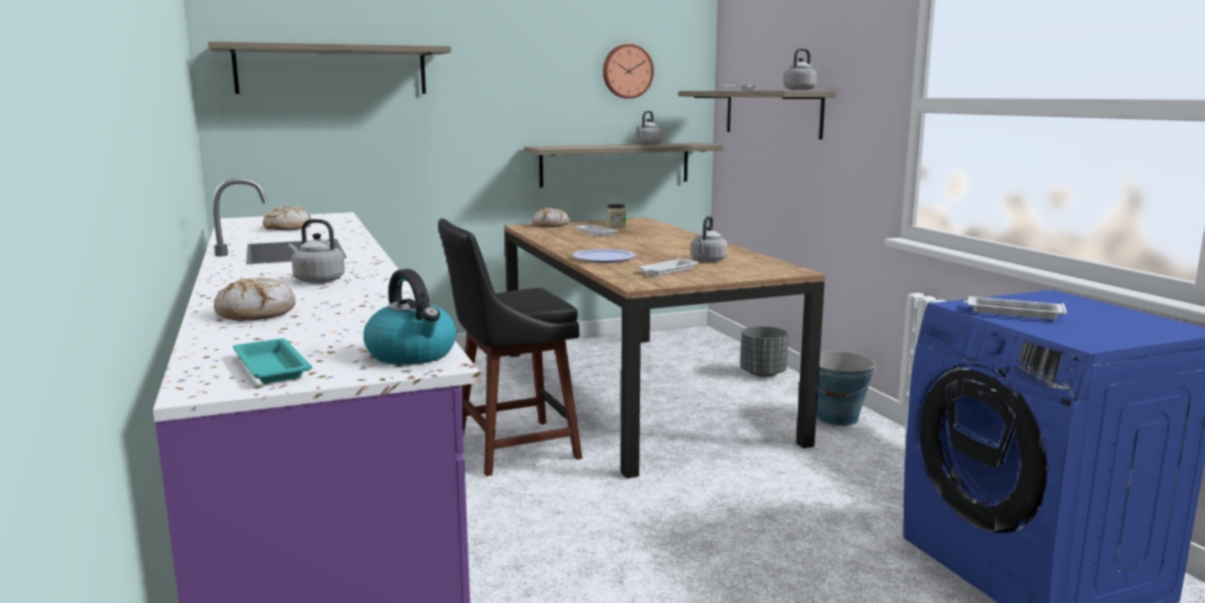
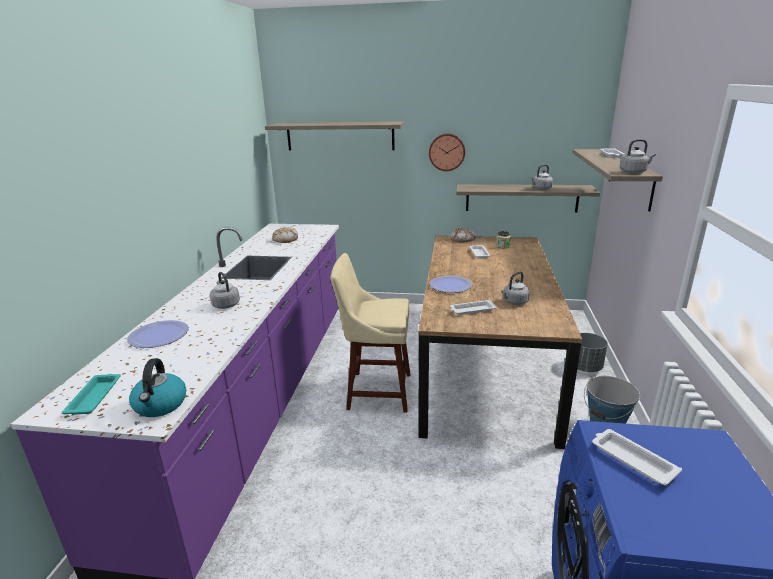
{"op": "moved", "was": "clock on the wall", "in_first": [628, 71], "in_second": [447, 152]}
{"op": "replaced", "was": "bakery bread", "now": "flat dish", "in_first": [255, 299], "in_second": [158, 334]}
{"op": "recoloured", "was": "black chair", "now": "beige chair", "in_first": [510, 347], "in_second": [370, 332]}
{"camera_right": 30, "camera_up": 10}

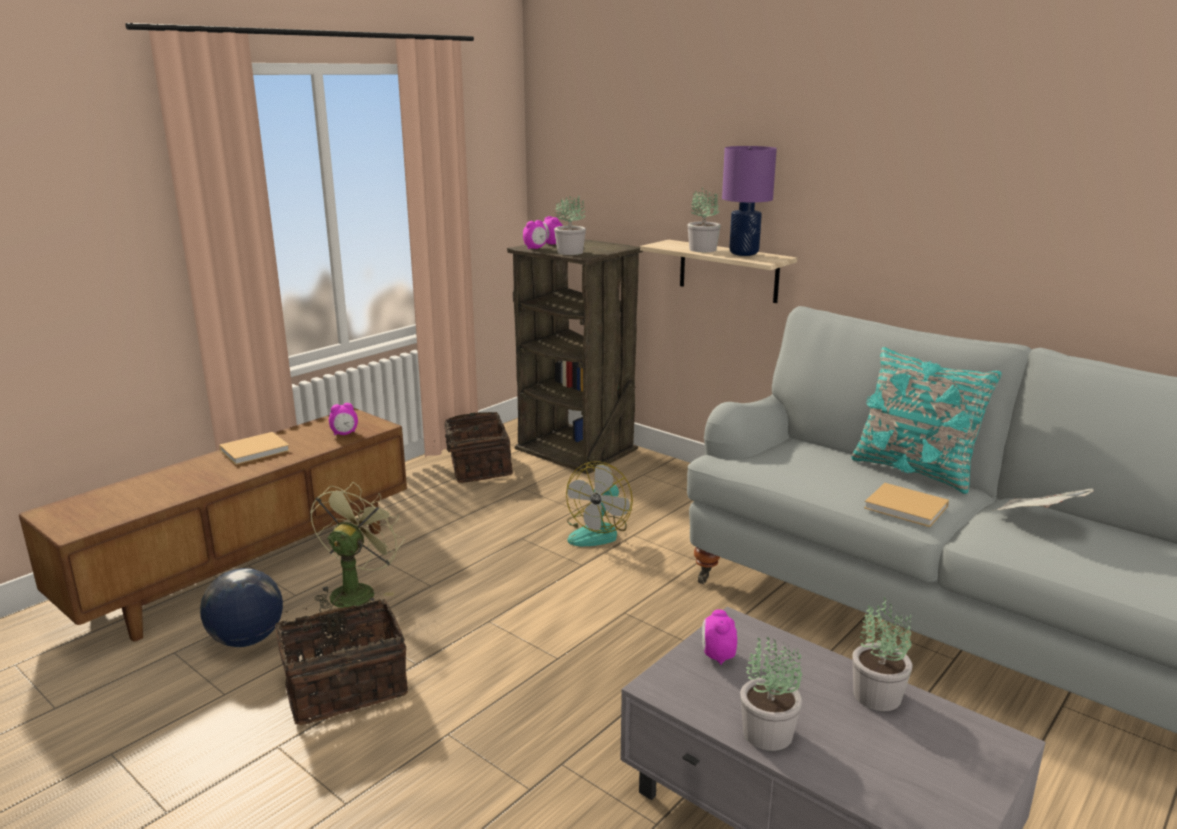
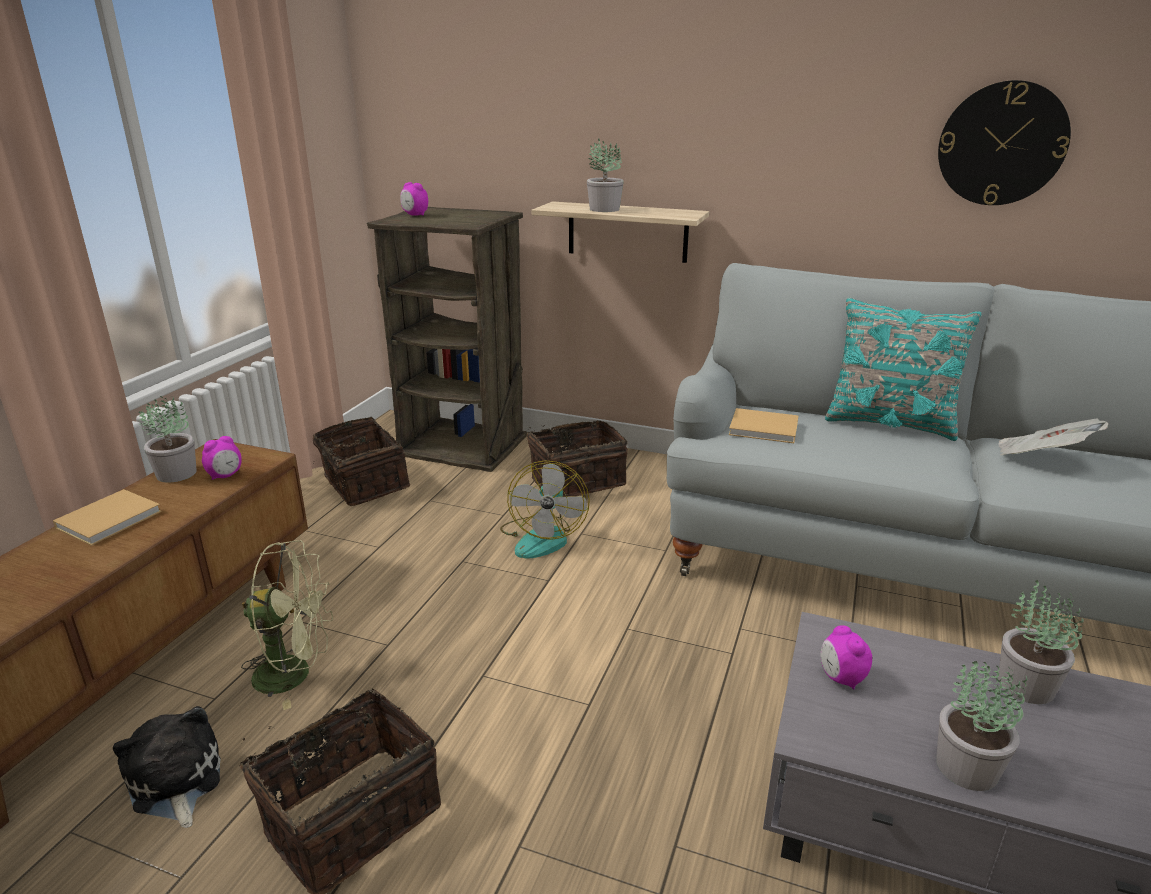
{"op": "removed", "was": "table clock", "in_first": [535, 234]}
{"op": "removed", "was": "purple-coloured tabletop lamp", "in_first": [749, 201]}
{"op": "added", "now": "household basket", "in_second": [577, 458]}
{"op": "added", "now": "clock on the wall", "in_second": [1004, 142]}
{"op": "moved", "was": "plant in a pot", "in_first": [570, 225], "in_second": [168, 439]}
{"op": "moved", "was": "beige bound book", "in_first": [906, 505], "in_second": [764, 425]}
{"op": "replaced", "was": "desk globe", "now": "soft toy", "in_first": [241, 607], "in_second": [167, 767]}
{"op": "turned", "was": "green-coloured fan", "in_first": [357, 547], "in_second": [287, 625], "clockwise": 90}
{"camera_right": -20, "camera_up": 5}

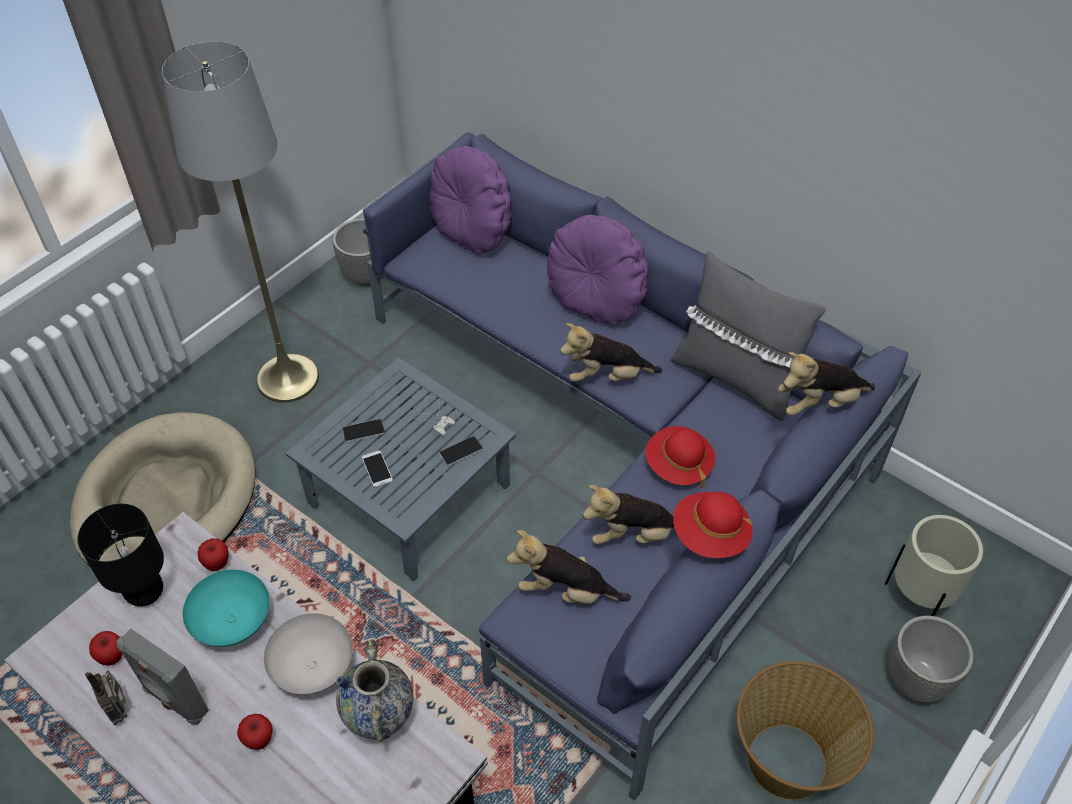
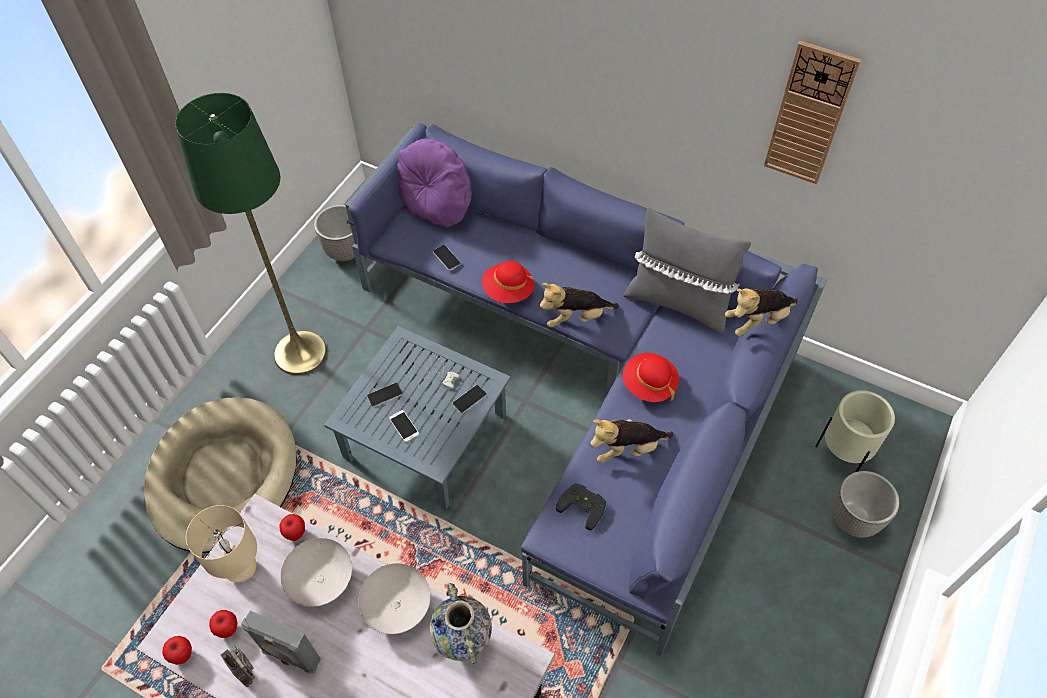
{"op": "removed", "was": "purple-coloured cushion", "in_first": [598, 270]}
{"op": "removed", "was": "household basket", "in_first": [805, 730]}
{"op": "added", "now": "telephone", "in_second": [447, 258]}
{"op": "added", "now": "clock on the wall", "in_second": [812, 112]}
{"op": "moved", "was": "apple", "in_first": [255, 732], "in_second": [177, 650]}
{"op": "moved", "was": "red-coloured clothing hat", "in_first": [713, 525], "in_second": [508, 282]}
{"op": "replaced", "was": "soft toy", "now": "black joypad", "in_first": [569, 567], "in_second": [581, 507]}
{"op": "recoloured", "was": "black tabletop lamp", "now": "beige tabletop lamp", "in_first": [120, 555], "in_second": [221, 544]}
{"op": "recoloured", "was": "greyish standing lamp", "now": "green-coloured standing lamp", "in_first": [240, 222], "in_second": [251, 234]}
{"op": "recoloured", "was": "turquoise-coloured serving bowl", "now": "white serving bowl", "in_first": [226, 608], "in_second": [316, 572]}
{"camera_right": -10, "camera_up": 5}

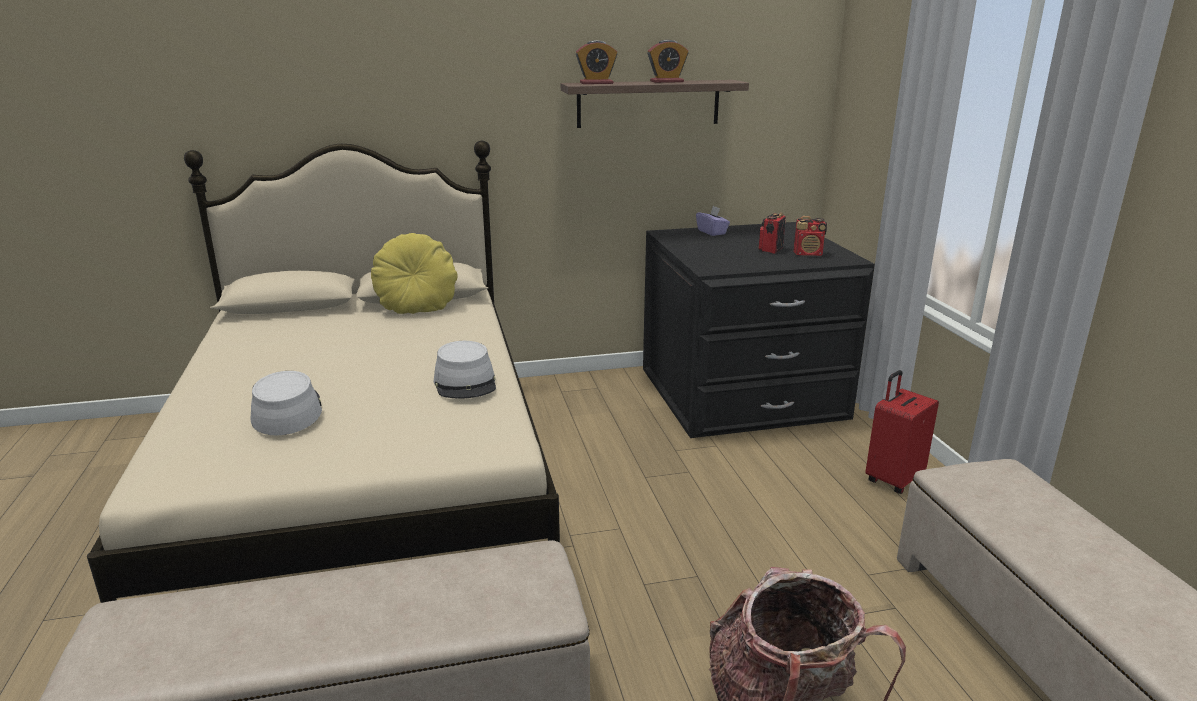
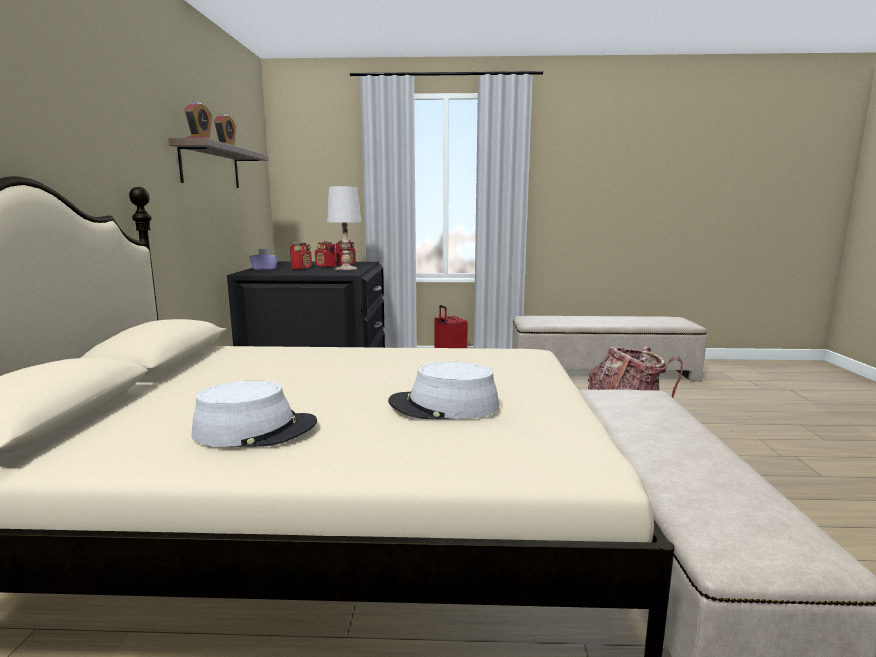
{"op": "removed", "was": "yellowish cushion", "in_first": [414, 273]}
{"op": "added", "now": "radio", "in_second": [301, 255]}
{"op": "added", "now": "white tabletop lamp", "in_second": [344, 228]}
{"op": "moved", "was": "greyish clothing hat", "in_first": [464, 370], "in_second": [254, 413]}
{"camera_right": -75, "camera_up": -10}

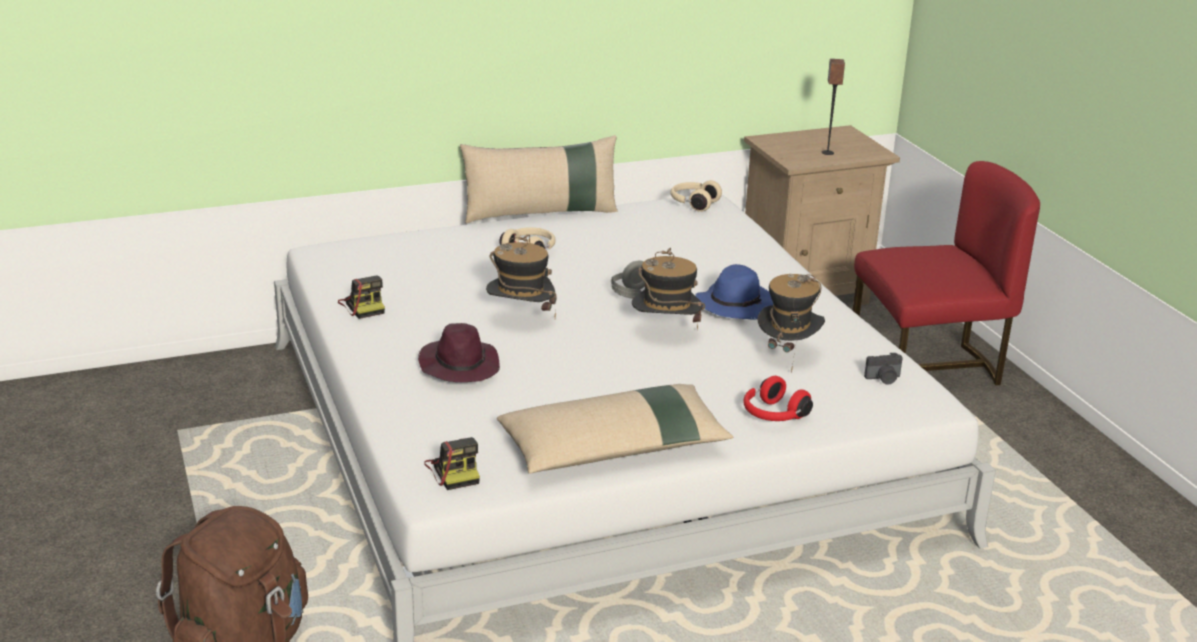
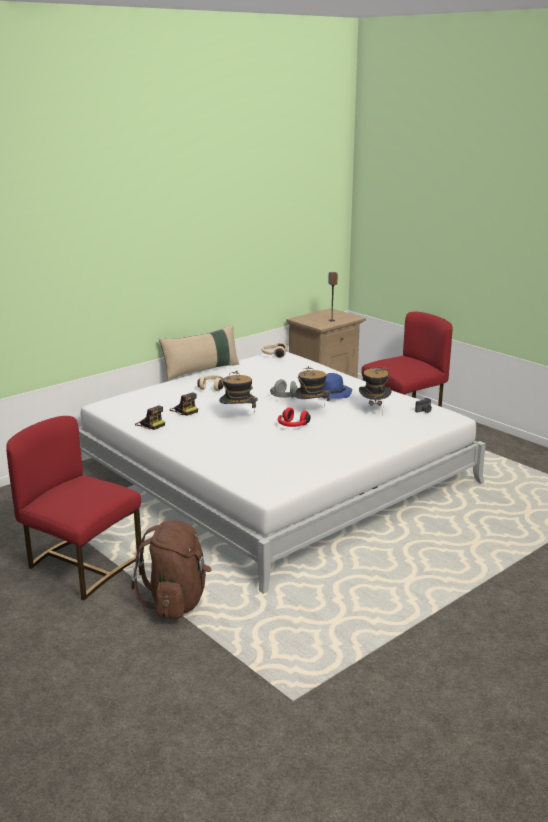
{"op": "removed", "was": "purple-coloured clothing hat", "in_first": [459, 352]}
{"op": "removed", "was": "beige cushion", "in_first": [615, 429]}
{"op": "added", "now": "red-coloured chair", "in_second": [73, 508]}
{"op": "moved", "was": "still camera", "in_first": [452, 463], "in_second": [184, 404]}
{"op": "moved", "was": "red-coloured pair of headphones", "in_first": [778, 398], "in_second": [294, 417]}
{"camera_right": -20, "camera_up": -5}

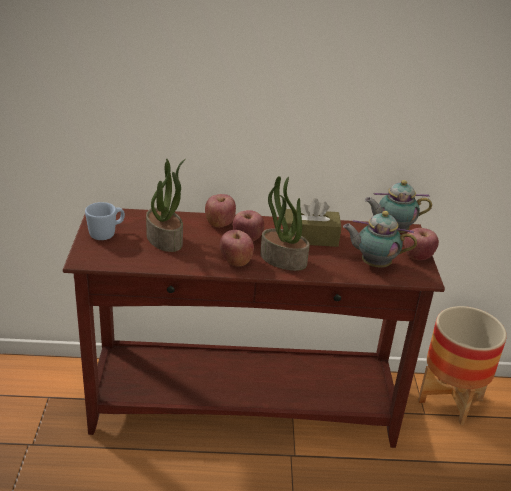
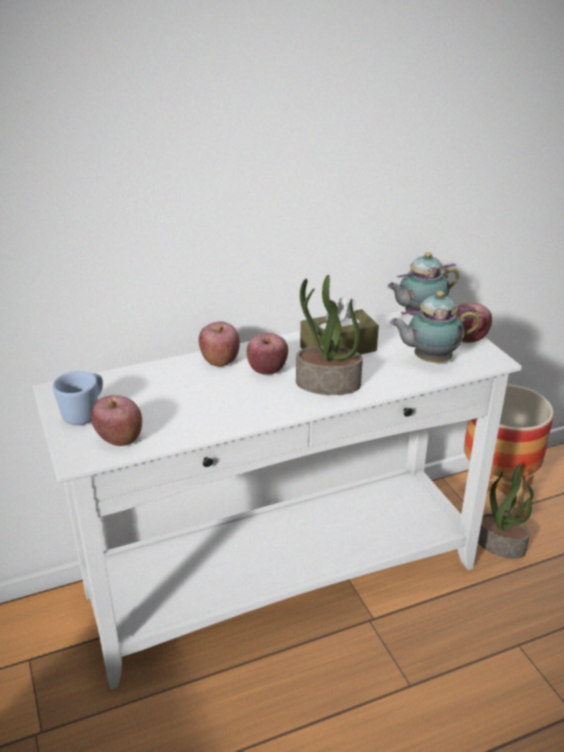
{"op": "moved", "was": "plant in a pot", "in_first": [166, 205], "in_second": [506, 511]}
{"op": "moved", "was": "apple", "in_first": [237, 248], "in_second": [116, 420]}
{"op": "recoloured", "was": "brownish narrow table", "now": "white narrow table", "in_first": [254, 328], "in_second": [277, 499]}
{"camera_right": -20, "camera_up": 0}

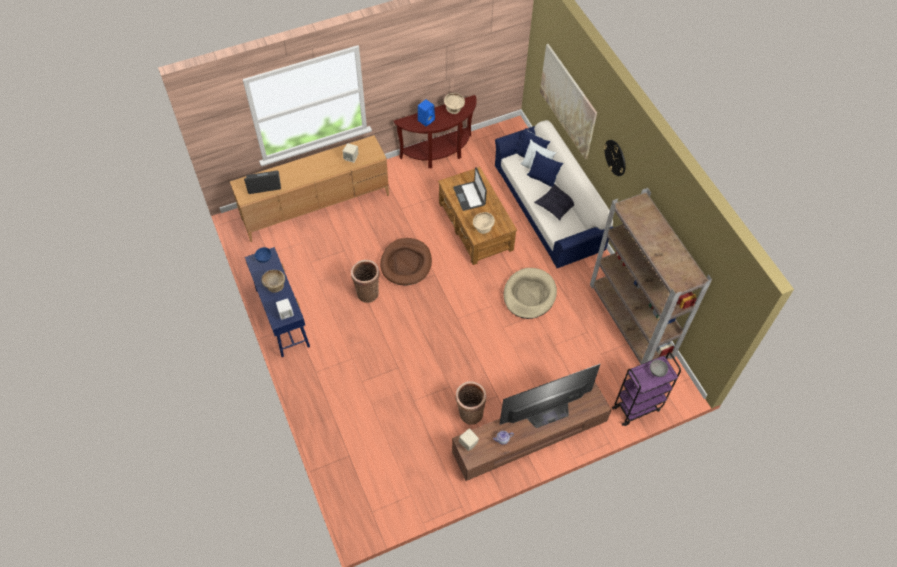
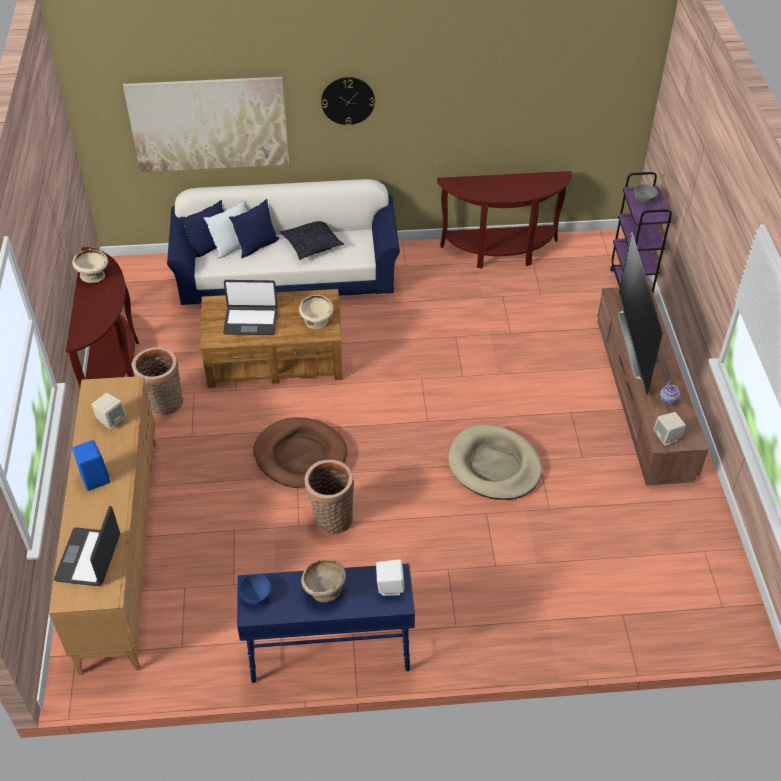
{"op": "moved", "was": "blue audio speaker", "in_first": [426, 112], "in_second": [91, 465]}
{"op": "moved", "was": "household basket", "in_first": [471, 403], "in_second": [157, 381]}
{"op": "moved", "was": "beige pet bed", "in_first": [530, 293], "in_second": [495, 462]}
{"op": "replaced", "was": "brownish bookshelf", "now": "brownish narrow table", "in_first": [651, 276], "in_second": [504, 220]}
{"camera_right": -70, "camera_up": -10}

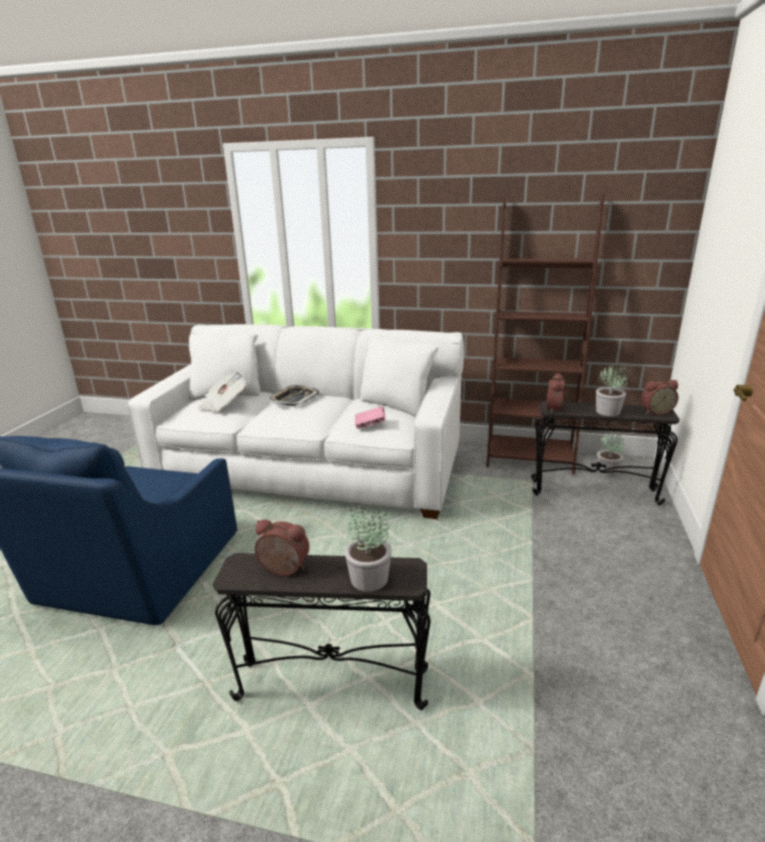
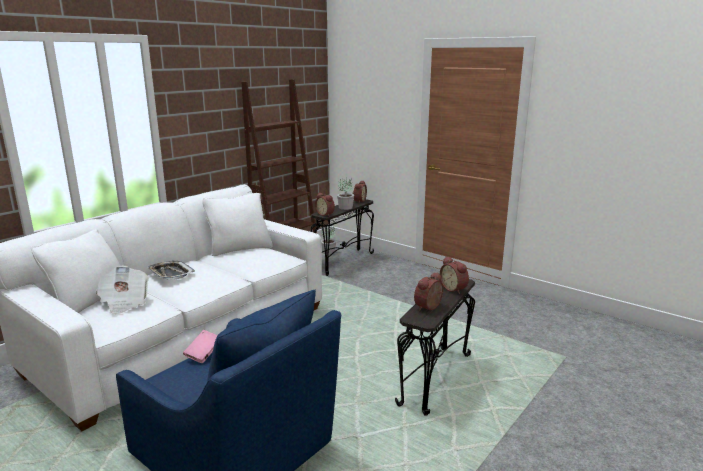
{"op": "moved", "was": "pink-coloured bound book", "in_first": [370, 417], "in_second": [200, 346]}
{"op": "replaced", "was": "plant in a pot", "now": "table clock", "in_first": [368, 549], "in_second": [454, 275]}
{"camera_right": -65, "camera_up": -5}

